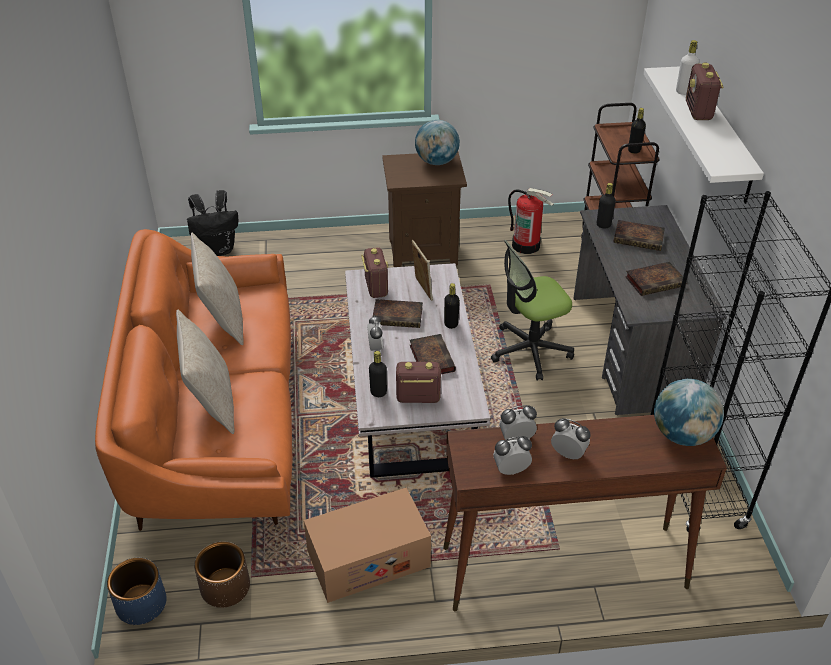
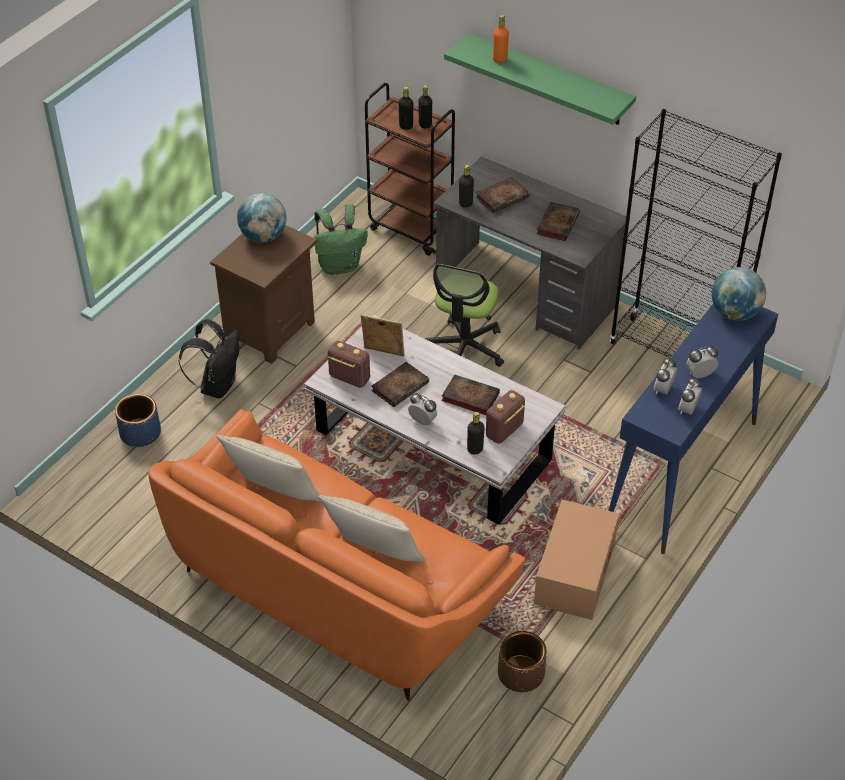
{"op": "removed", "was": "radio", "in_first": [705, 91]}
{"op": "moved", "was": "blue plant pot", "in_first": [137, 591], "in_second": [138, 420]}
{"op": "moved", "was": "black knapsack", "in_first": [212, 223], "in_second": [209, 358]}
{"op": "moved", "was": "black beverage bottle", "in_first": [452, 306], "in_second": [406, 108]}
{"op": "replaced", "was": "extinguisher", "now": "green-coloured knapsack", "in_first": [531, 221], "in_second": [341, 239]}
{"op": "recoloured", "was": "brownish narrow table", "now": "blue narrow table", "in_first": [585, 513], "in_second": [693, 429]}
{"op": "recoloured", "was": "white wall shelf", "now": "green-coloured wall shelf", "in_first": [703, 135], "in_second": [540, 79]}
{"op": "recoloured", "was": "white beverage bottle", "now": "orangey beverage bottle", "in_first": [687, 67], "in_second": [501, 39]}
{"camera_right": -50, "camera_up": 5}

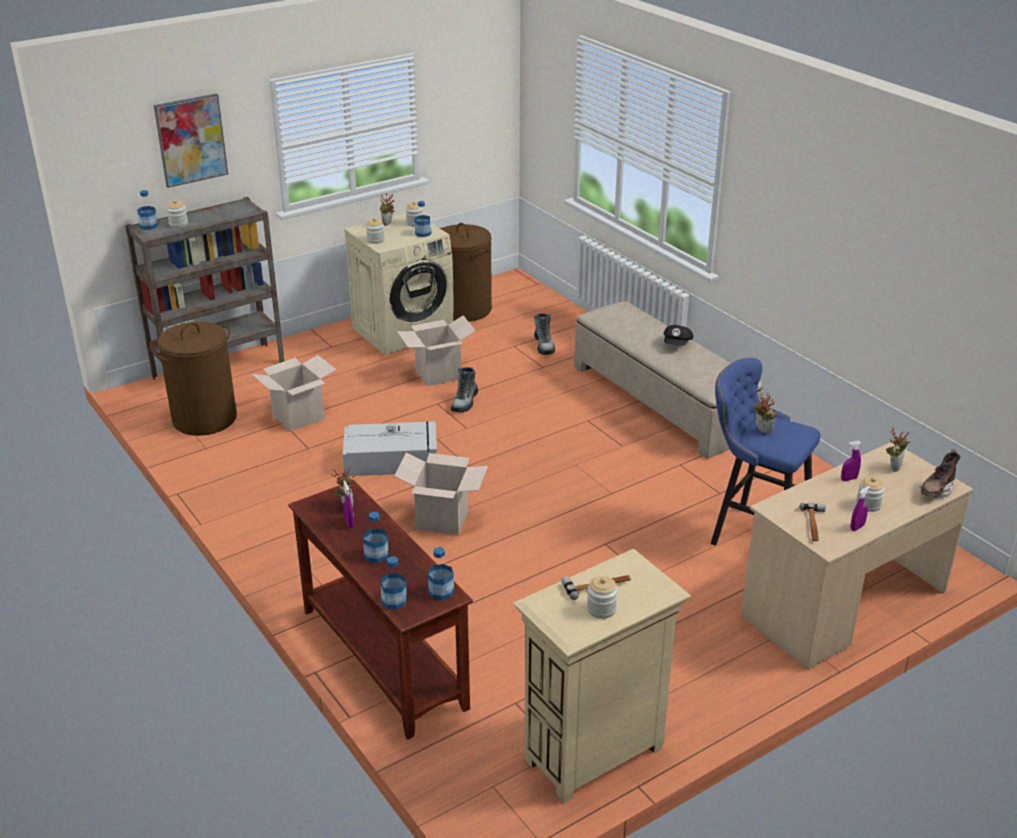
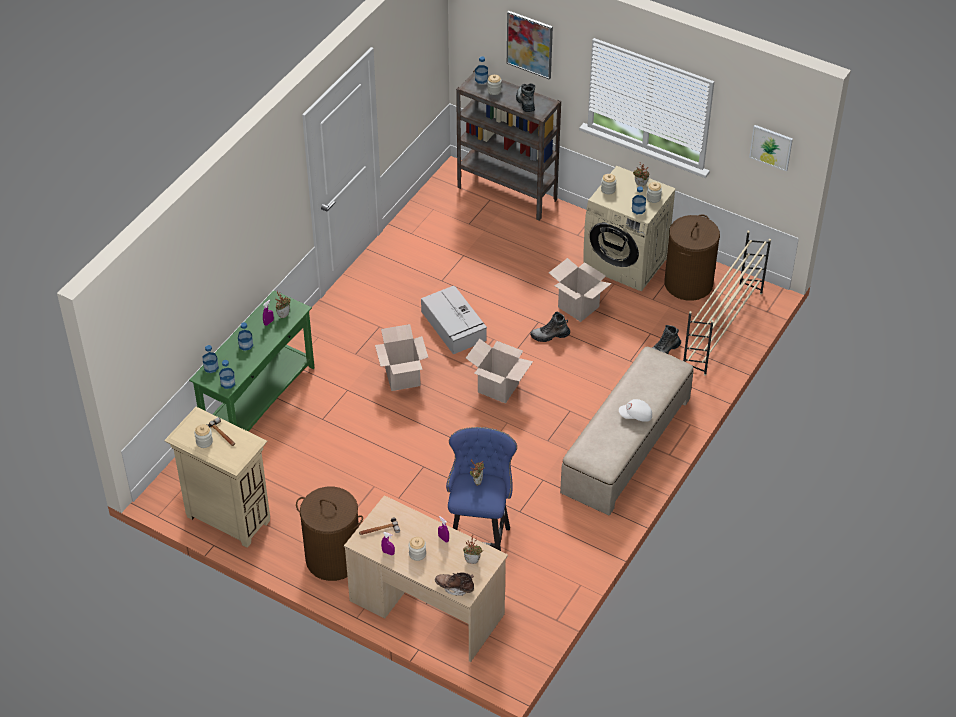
{"op": "added", "now": "high-top boot", "in_second": [525, 97]}
{"op": "added", "now": "beige shoe rack", "in_second": [727, 303]}
{"op": "added", "now": "wall art", "in_second": [771, 148]}
{"op": "moved", "was": "brownish laundry basket", "in_first": [195, 379], "in_second": [329, 534]}
{"op": "moved", "was": "carton", "in_first": [294, 393], "in_second": [499, 371]}
{"op": "recoloured", "was": "brownish narrow table", "now": "green-coloured narrow table", "in_first": [380, 610], "in_second": [251, 361]}
{"op": "recoloured", "was": "black cap", "now": "white cap", "in_first": [678, 335], "in_second": [635, 410]}
{"camera_right": 65, "camera_up": 15}

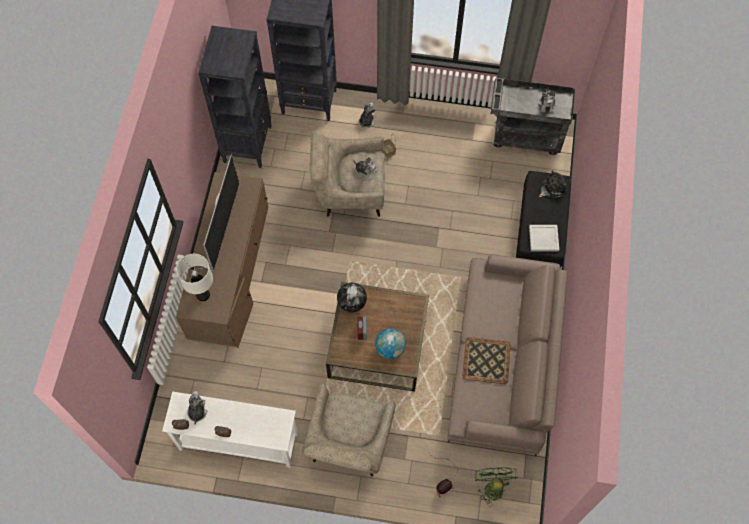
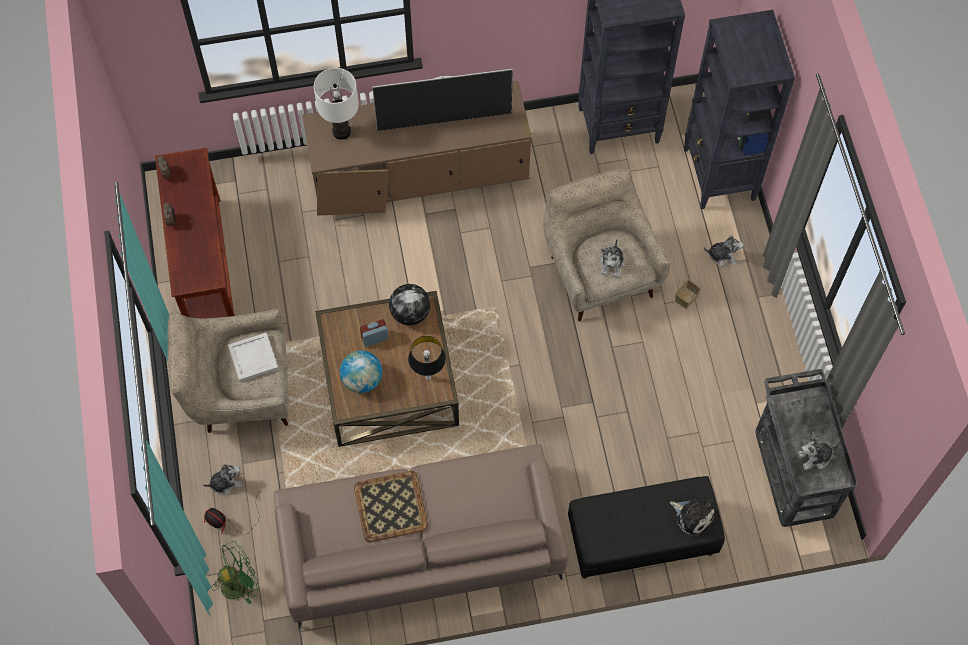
{"op": "added", "now": "tabletop lamp", "in_second": [427, 358]}
{"op": "moved", "was": "soft toy", "in_first": [197, 407], "in_second": [223, 479]}
{"op": "moved", "was": "white carrying tray", "in_first": [544, 238], "in_second": [253, 357]}
{"op": "recoloured", "was": "white narrow table", "now": "brownish narrow table", "in_first": [230, 429], "in_second": [195, 233]}
{"camera_right": 70, "camera_up": 0}

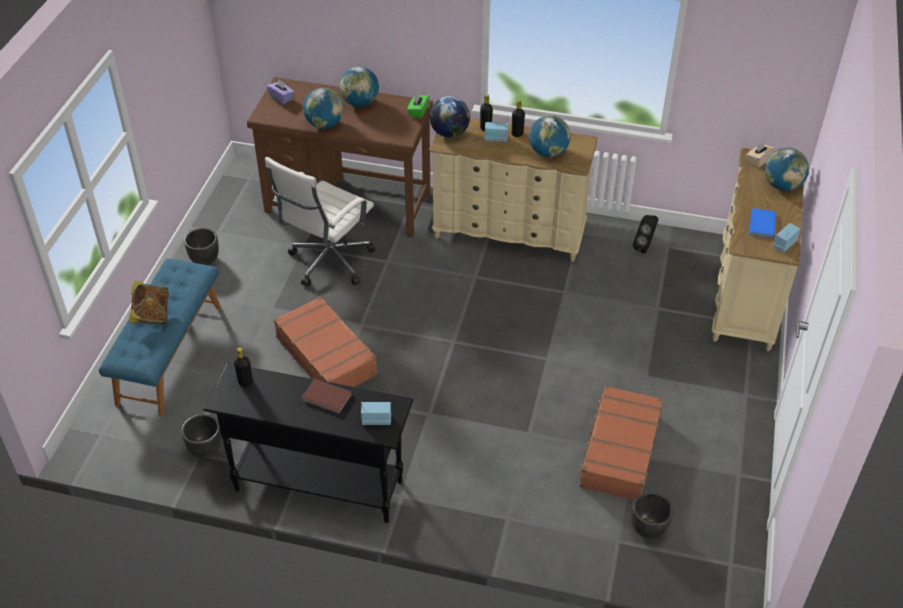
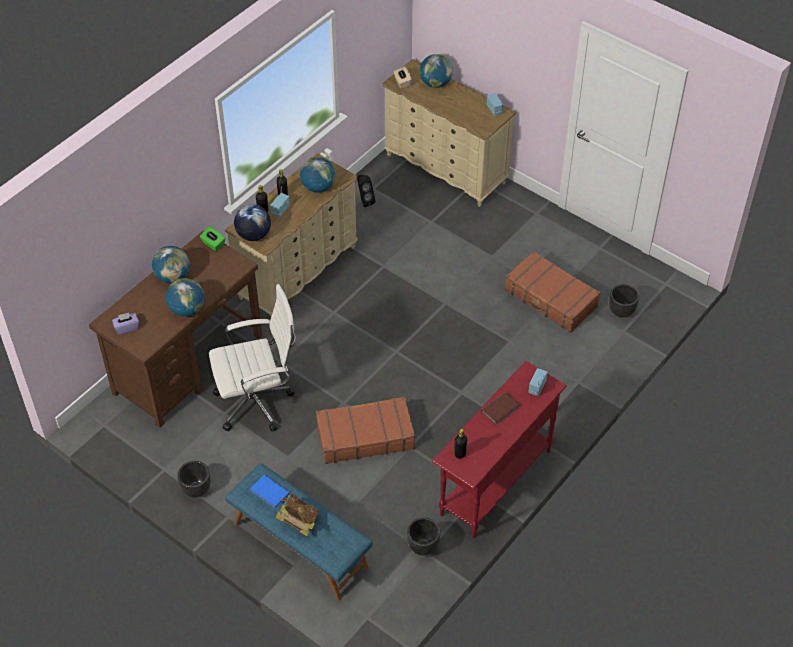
{"op": "moved", "was": "blue bound book", "in_first": [762, 223], "in_second": [270, 492]}
{"op": "recoloured", "was": "black narrow table", "now": "red-coloured narrow table", "in_first": [308, 443], "in_second": [499, 449]}
{"op": "turned", "was": "white computer chair", "in_first": [320, 222], "in_second": [252, 358], "clockwise": -75}
{"camera_right": -65, "camera_up": 5}

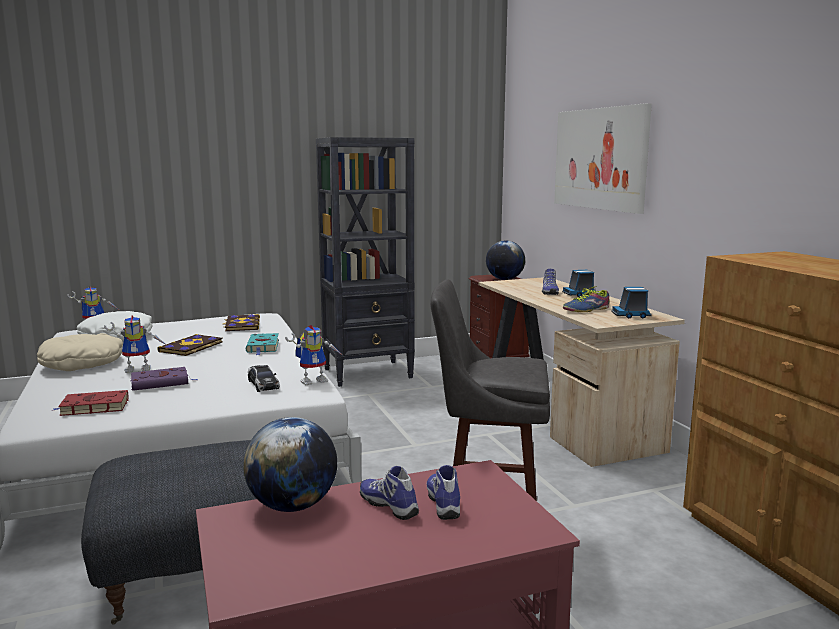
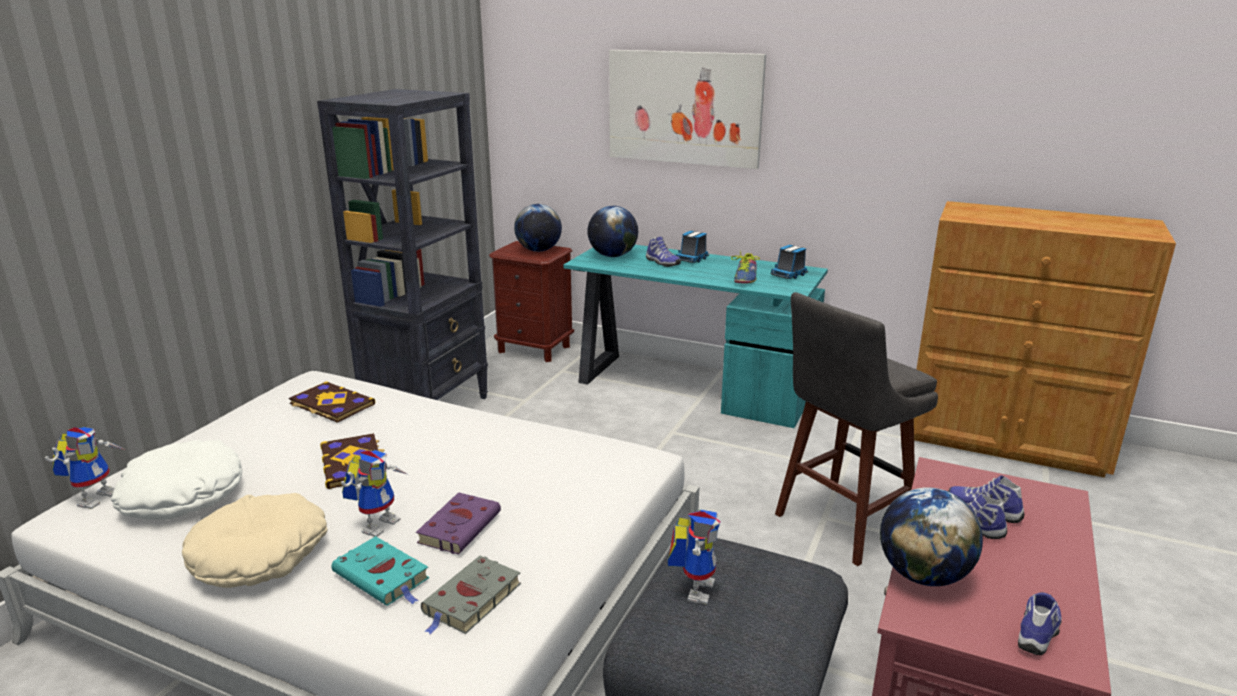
{"op": "removed", "was": "model car", "in_first": [263, 378]}
{"op": "added", "now": "desk globe", "in_second": [612, 231]}
{"op": "added", "now": "shoe", "in_second": [1040, 623]}
{"op": "moved", "was": "turquoise-coloured bound book", "in_first": [262, 344], "in_second": [380, 571]}
{"op": "moved", "was": "toy robot", "in_first": [313, 355], "in_second": [694, 557]}
{"op": "recoloured", "was": "red-coloured bound book", "now": "greyish bound book", "in_first": [91, 403], "in_second": [471, 595]}
{"op": "recoloured", "was": "beige desk", "now": "turquoise-coloured desk", "in_first": [582, 372], "in_second": [695, 336]}
{"camera_right": -45, "camera_up": 10}

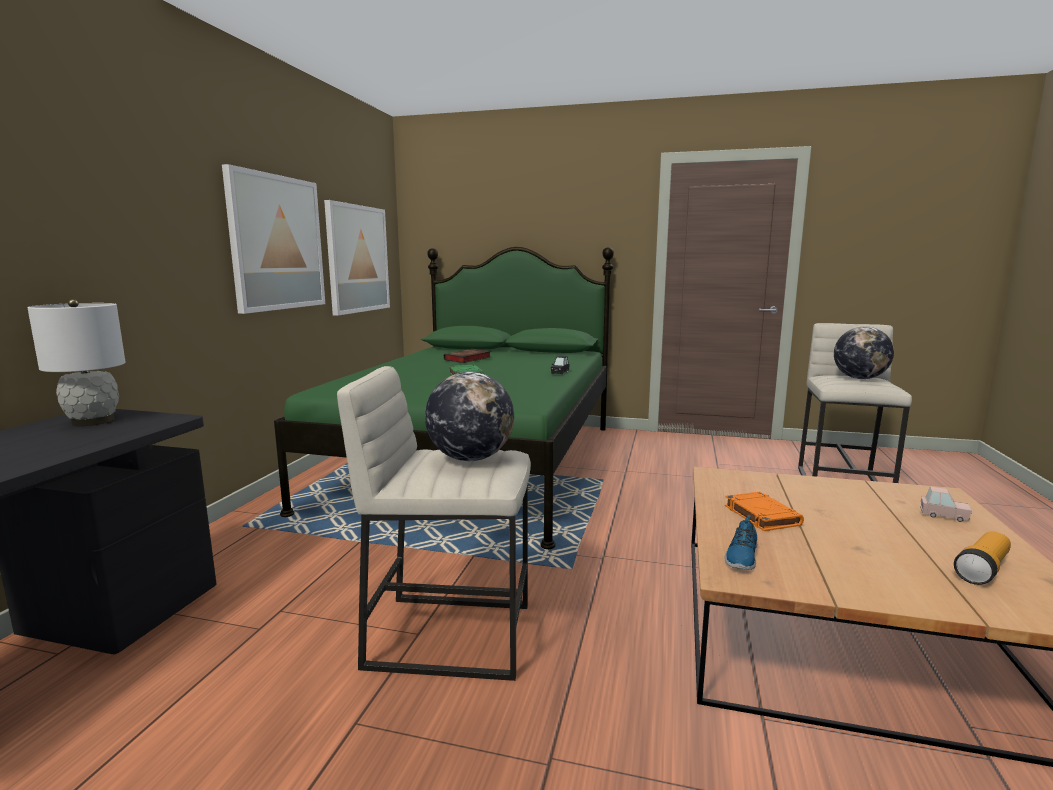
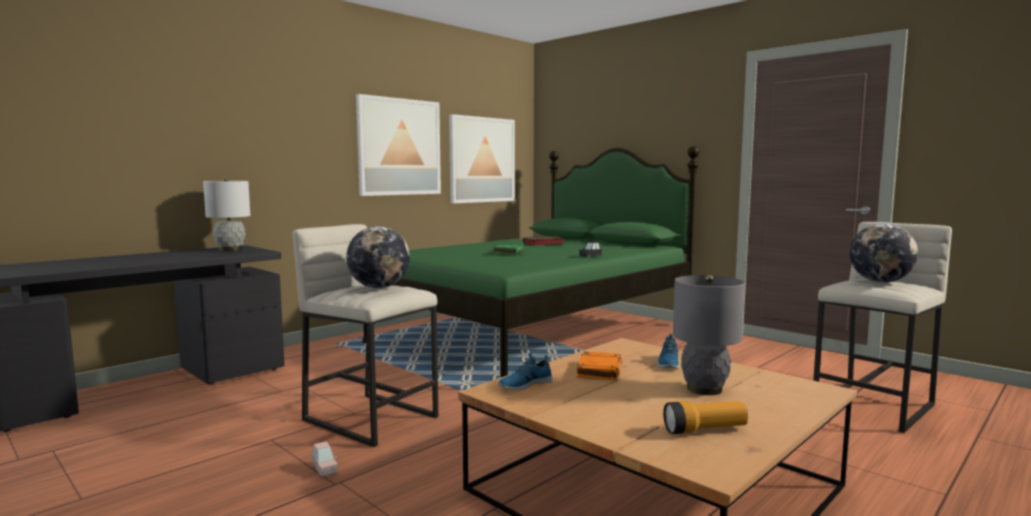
{"op": "added", "now": "shoe", "in_second": [668, 351]}
{"op": "added", "now": "greyish tabletop lamp", "in_second": [709, 335]}
{"op": "moved", "was": "pink-coloured model car", "in_first": [946, 504], "in_second": [324, 459]}
{"camera_right": 30, "camera_up": -5}

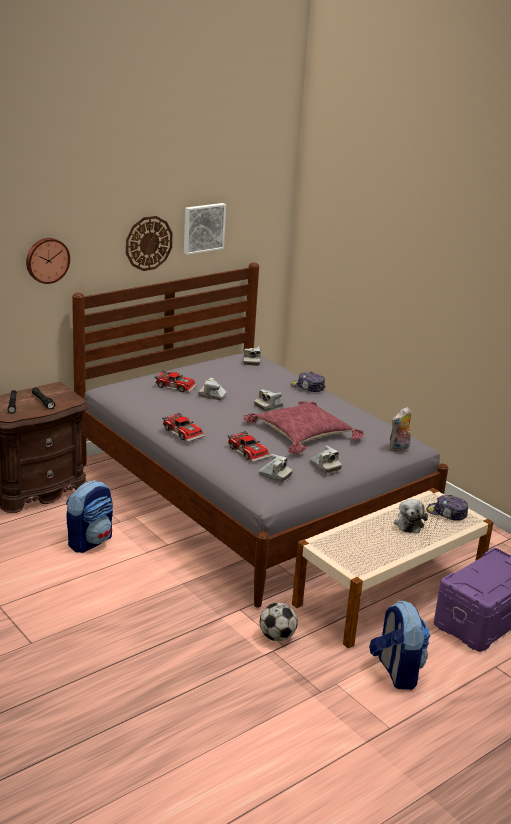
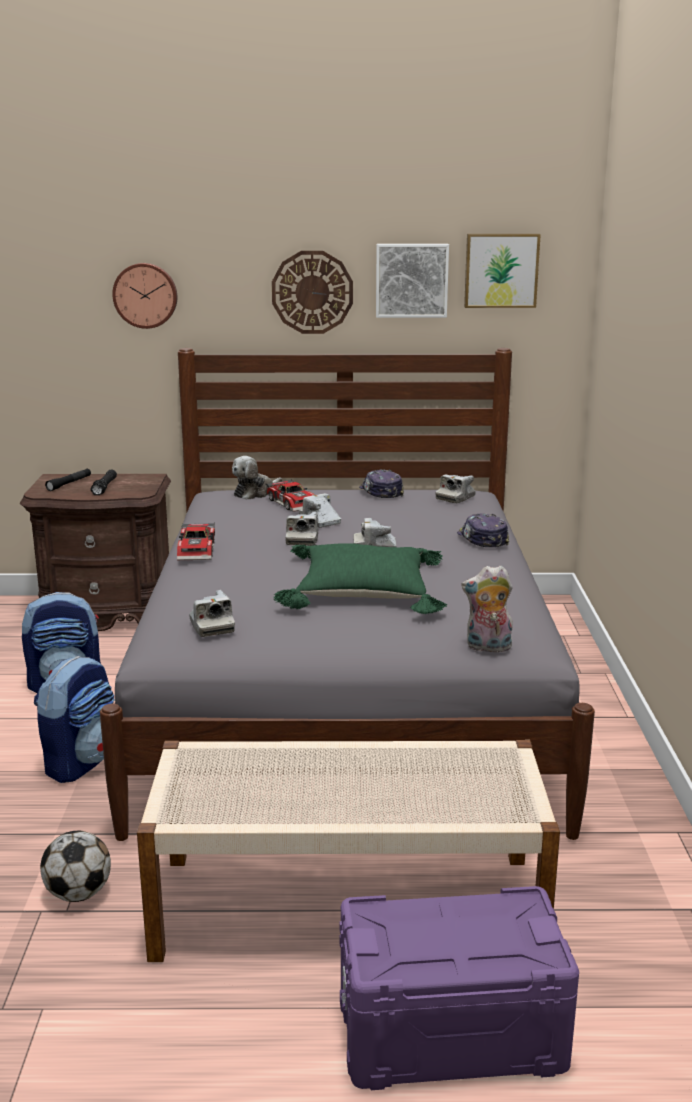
{"op": "removed", "was": "model car", "in_first": [249, 446]}
{"op": "added", "now": "wall art", "in_second": [502, 271]}
{"op": "moved", "was": "still camera", "in_first": [326, 460], "in_second": [301, 529]}
{"op": "moved", "was": "knapsack", "in_first": [399, 645], "in_second": [74, 719]}
{"op": "moved", "was": "soft toy", "in_first": [411, 516], "in_second": [257, 477]}
{"op": "moved", "was": "cap", "in_first": [447, 508], "in_second": [381, 484]}
{"op": "recoloured", "was": "red-coloured cushion", "now": "green-coloured cushion", "in_first": [303, 427], "in_second": [360, 578]}
{"camera_right": 40, "camera_up": -5}

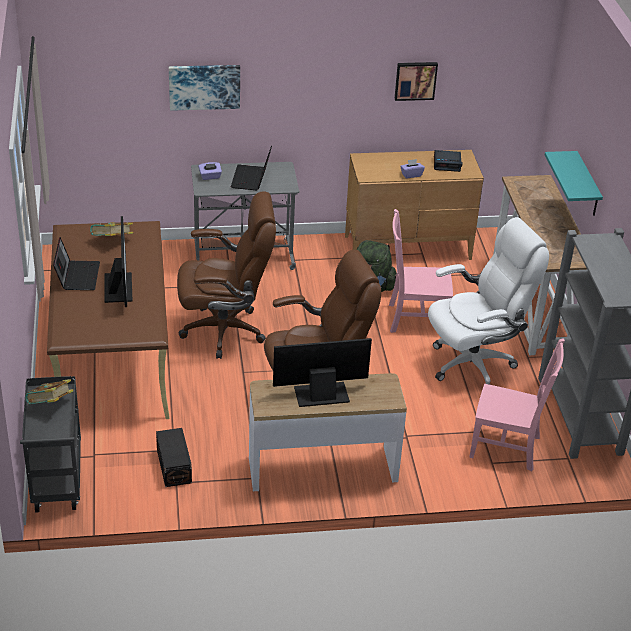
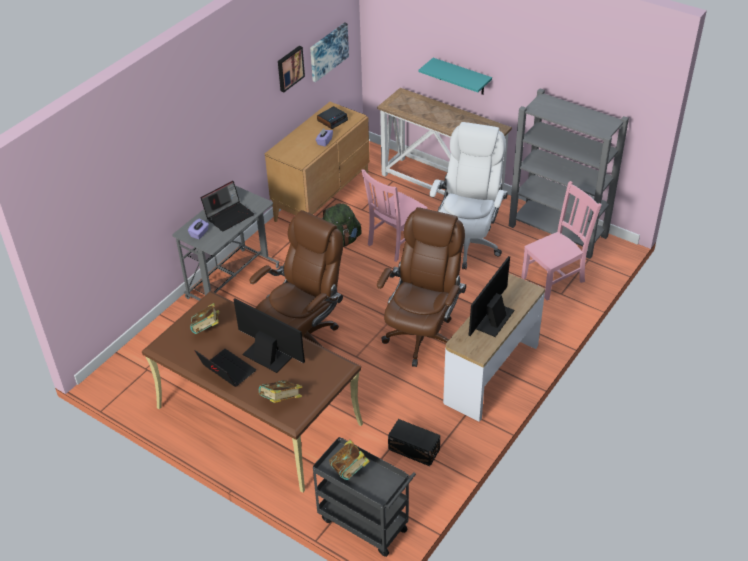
{"op": "added", "now": "bound book", "in_second": [280, 391]}
{"op": "moved", "was": "wall art", "in_first": [204, 88], "in_second": [329, 52]}
{"op": "turned", "was": "laptop", "in_first": [251, 167], "in_second": [227, 206], "clockwise": -90}
{"camera_right": -45, "camera_up": 5}

